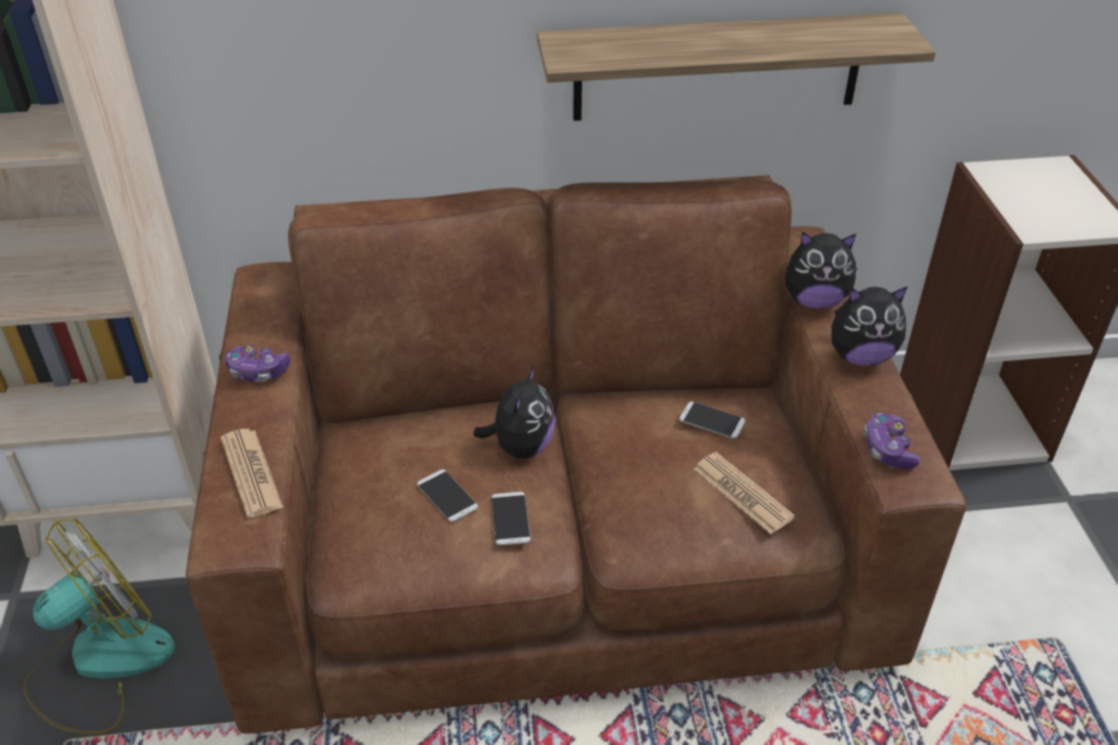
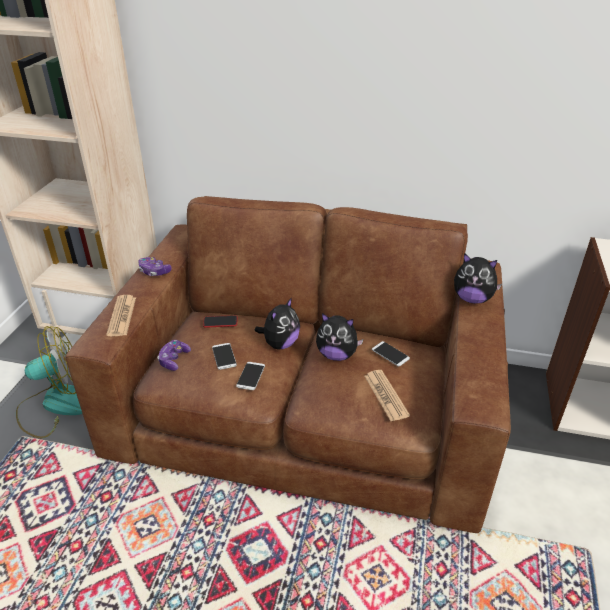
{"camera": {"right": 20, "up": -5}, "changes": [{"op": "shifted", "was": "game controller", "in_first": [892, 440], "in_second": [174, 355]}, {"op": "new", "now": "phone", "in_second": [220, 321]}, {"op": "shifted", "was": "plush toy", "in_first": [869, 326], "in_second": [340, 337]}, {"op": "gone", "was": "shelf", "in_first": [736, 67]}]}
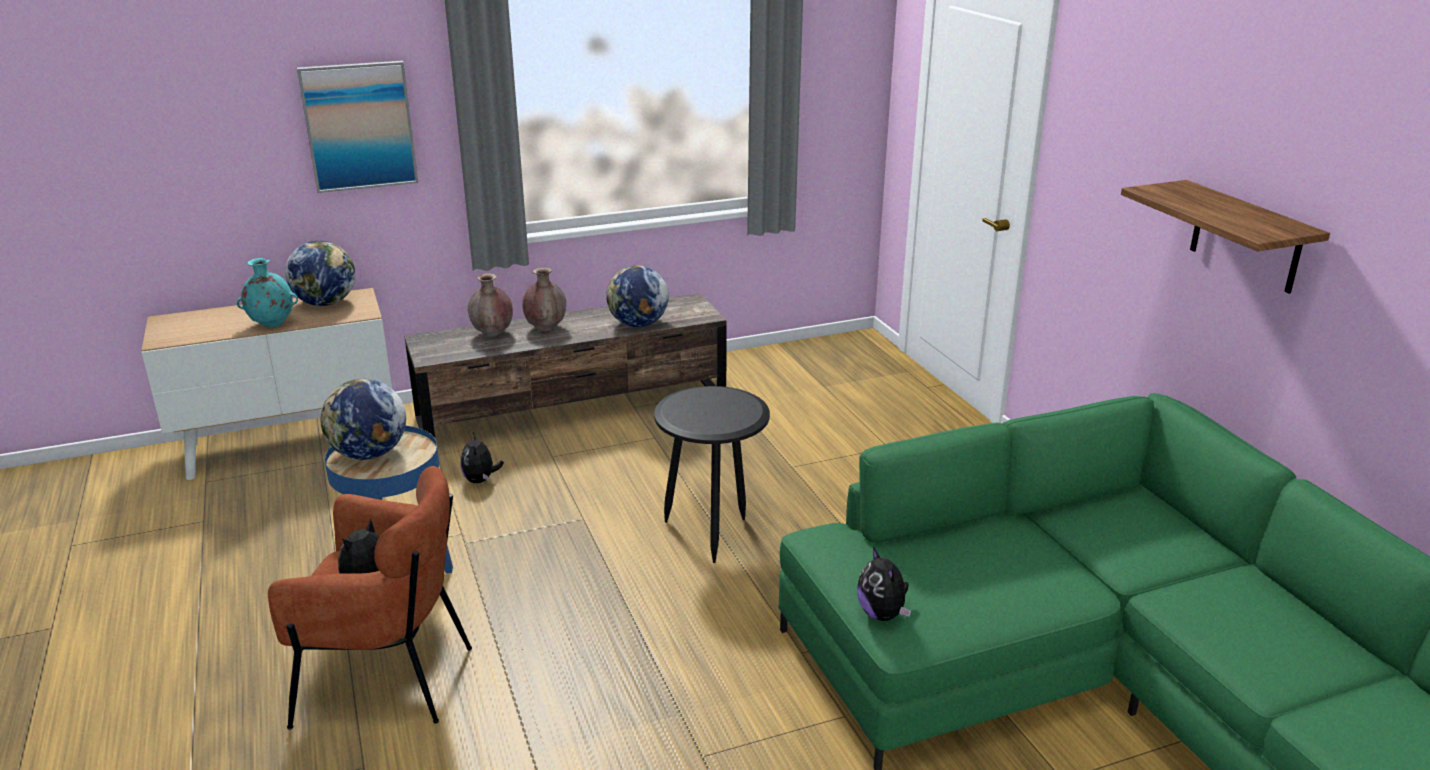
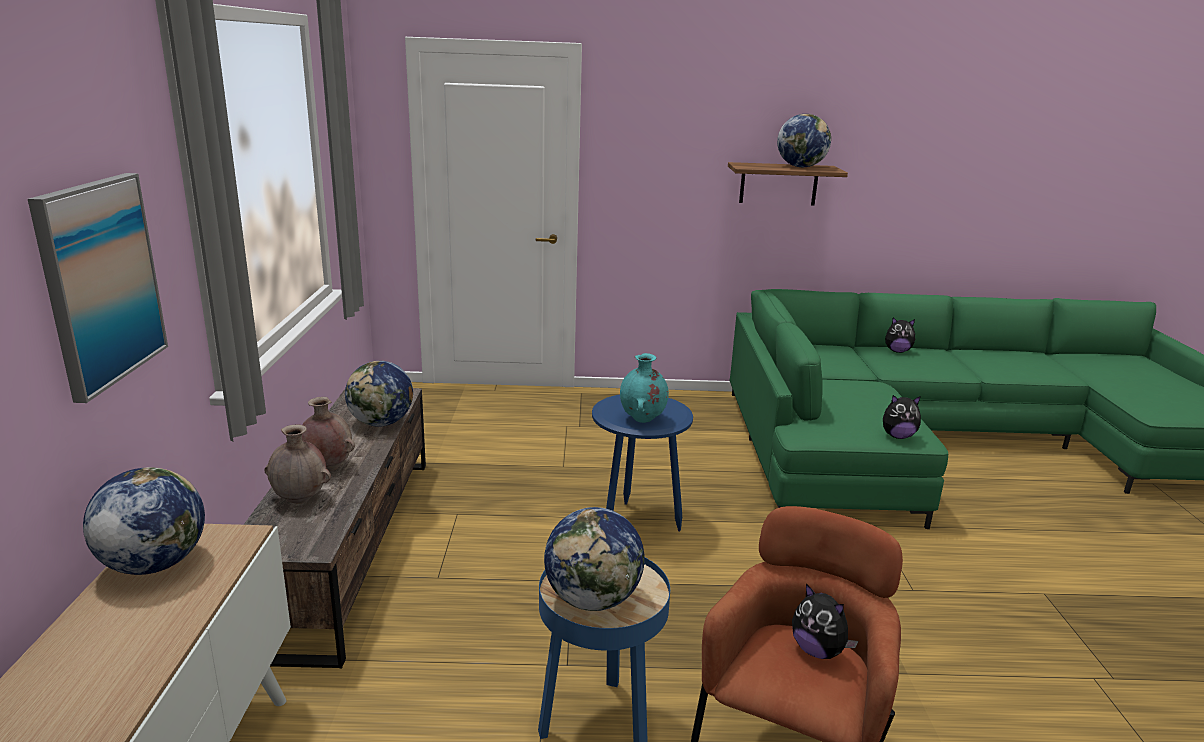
{"camera": {"right": -70, "up": -5}, "changes": [{"op": "repainted", "was": "side table (black)", "now": "side table (blue)", "in_first": [712, 474], "in_second": [642, 463]}, {"op": "shifted", "was": "vase (turquoise)", "in_first": [267, 293], "in_second": [644, 388]}, {"op": "new", "now": "globe", "in_second": [804, 140]}, {"op": "shifted", "was": "plush toy", "in_first": [482, 458], "in_second": [900, 335]}]}
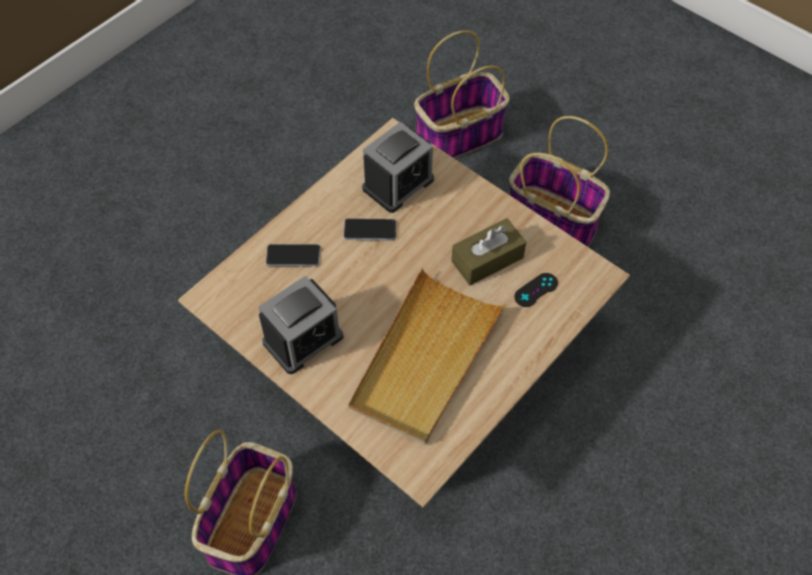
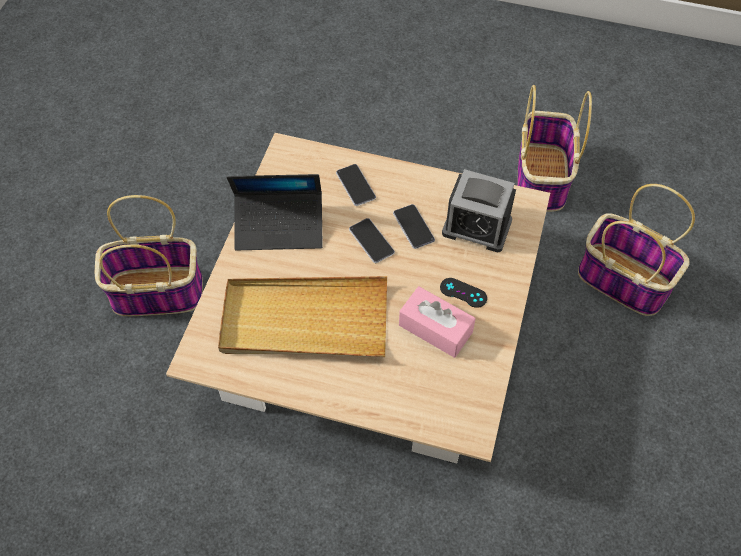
{"camera": {"right": 65, "up": 0}, "changes": [{"op": "swapped", "was": "alarm clock", "now": "laptop", "in_first": [300, 324], "in_second": [275, 212]}, {"op": "new", "now": "phone", "in_second": [372, 240]}, {"op": "repainted", "was": "tissue box (brown)", "now": "tissue box (pink)", "in_first": [488, 251], "in_second": [437, 322]}, {"op": "shifted", "was": "game controller (black)", "in_first": [536, 290], "in_second": [463, 293]}, {"op": "shifted", "was": "basket", "in_first": [559, 181], "in_second": [554, 148]}]}
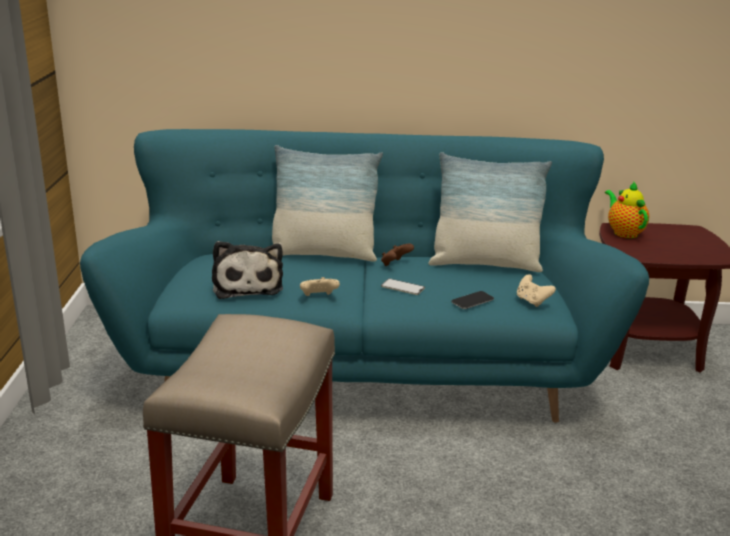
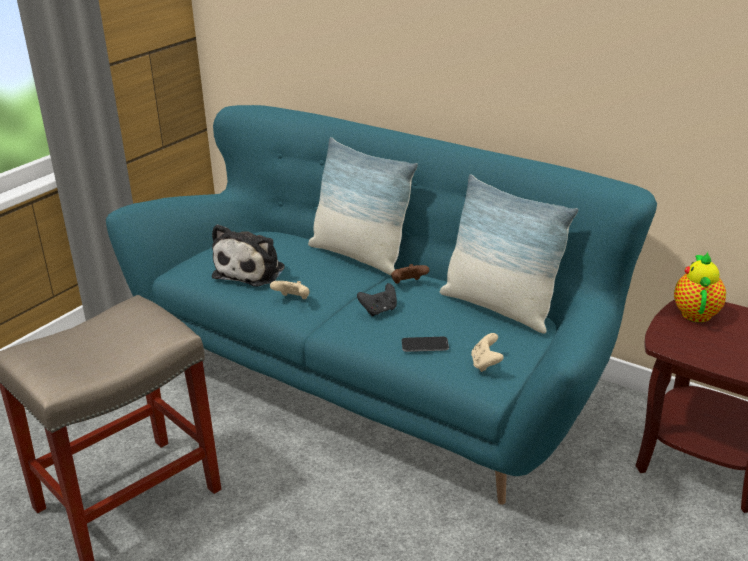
{"camera": {"right": 35, "up": 5}, "changes": [{"op": "swapped", "was": "phone", "now": "game controller (black)", "in_first": [403, 287], "in_second": [377, 300]}]}
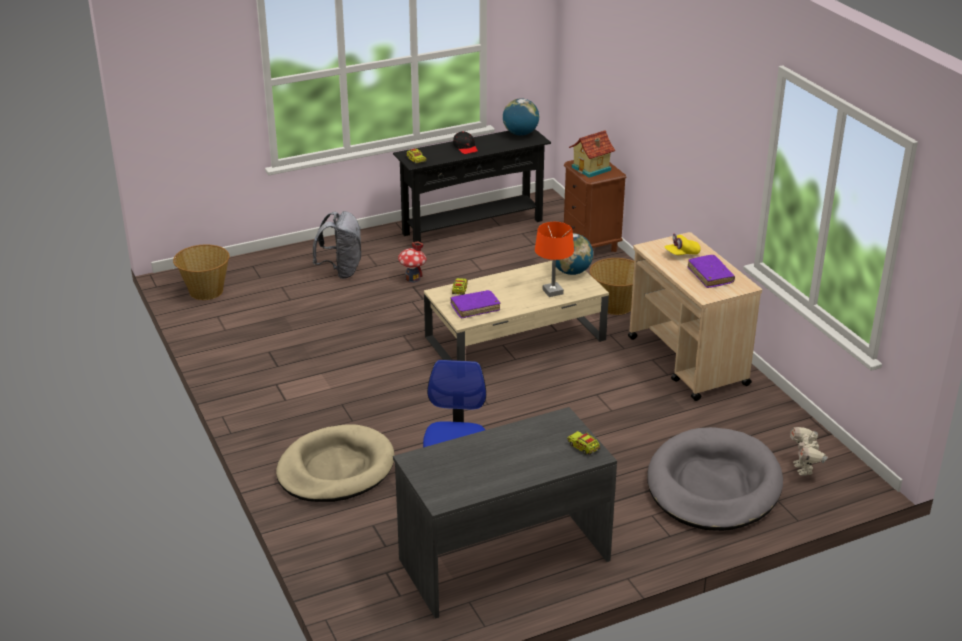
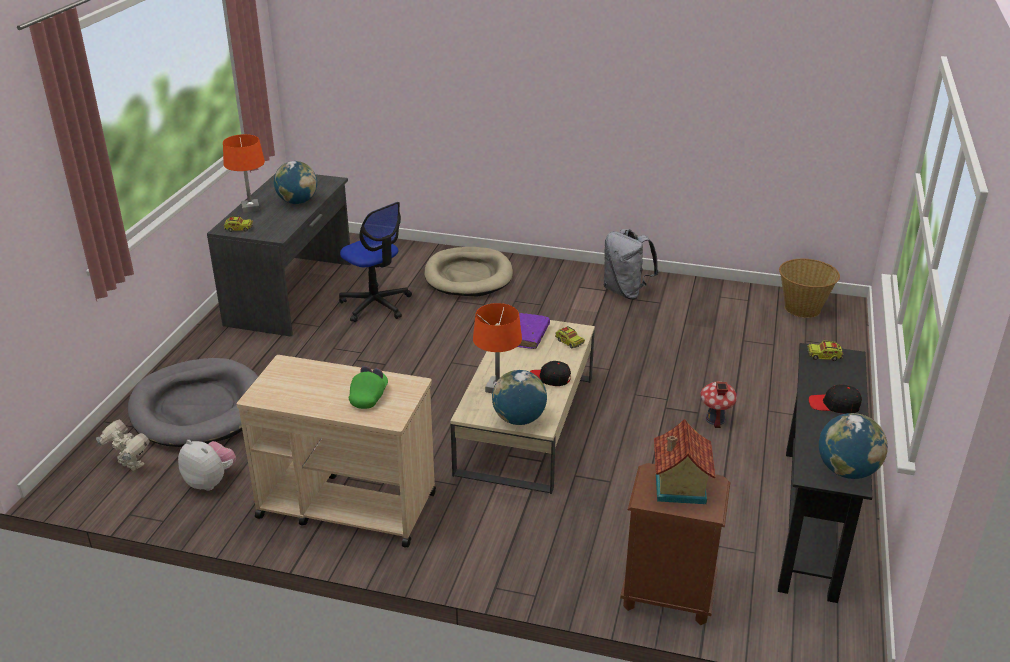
{"camera": {"right": 130, "up": 0}, "changes": [{"op": "new", "now": "plush toy", "in_second": [207, 465]}, {"op": "new", "now": "table lamp (orange)", "in_second": [244, 173]}, {"op": "new", "now": "globe", "in_second": [295, 182]}, {"op": "repainted", "was": "cap (yellow)", "now": "cap (green)", "in_first": [683, 244], "in_second": [368, 387]}, {"op": "new", "now": "cap (black)", "in_second": [550, 373]}, {"op": "shifted", "was": "backpack (grey)", "in_first": [336, 245], "in_second": [631, 264]}, {"op": "gone", "was": "basket", "in_first": [612, 286]}, {"op": "gone", "was": "book (purple)", "in_first": [711, 271]}]}
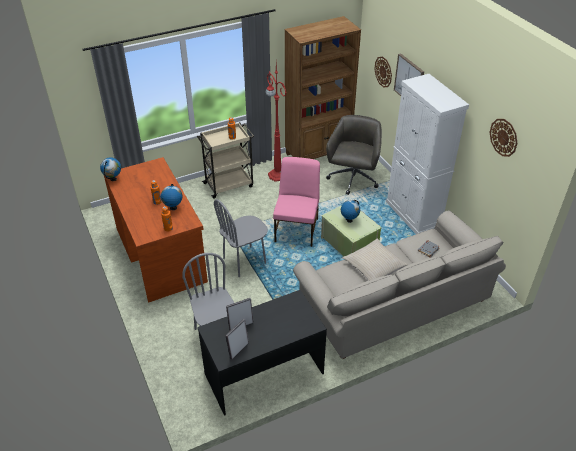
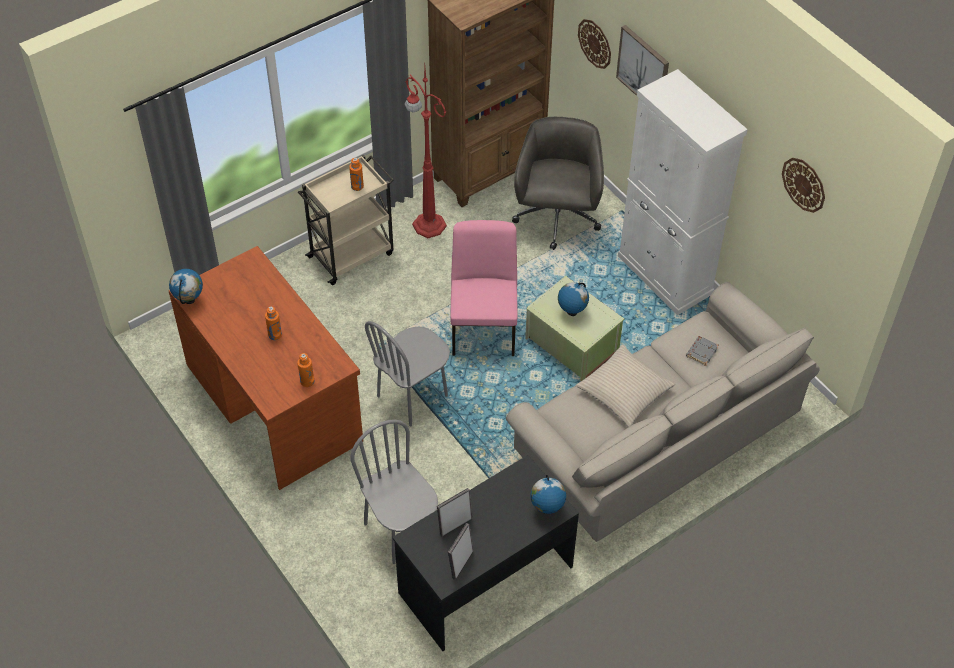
{"camera": {"right": -10, "up": 10}, "changes": [{"op": "shifted", "was": "globe", "in_first": [172, 197], "in_second": [548, 494]}]}
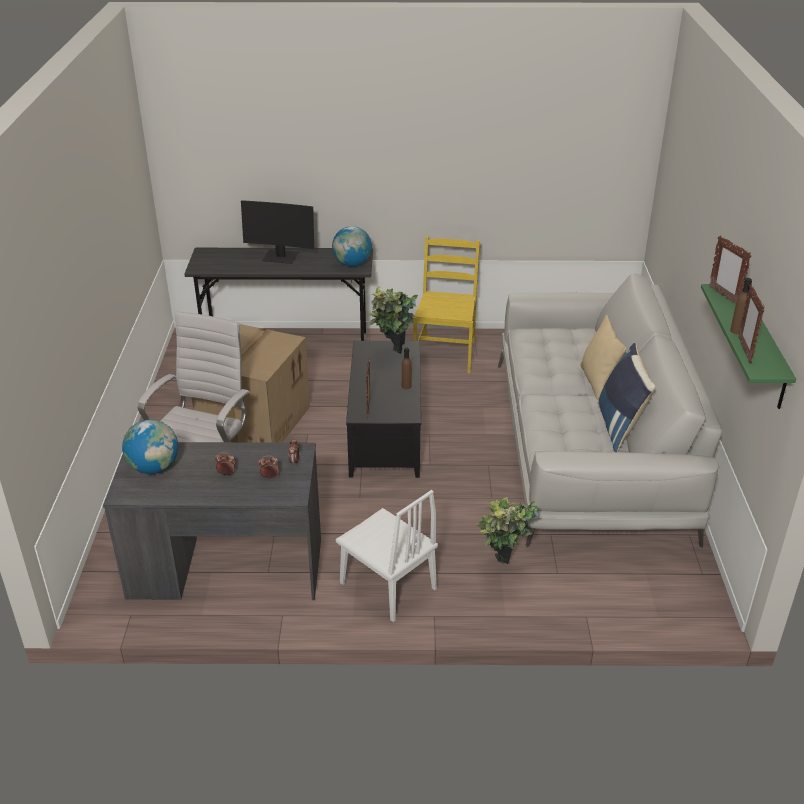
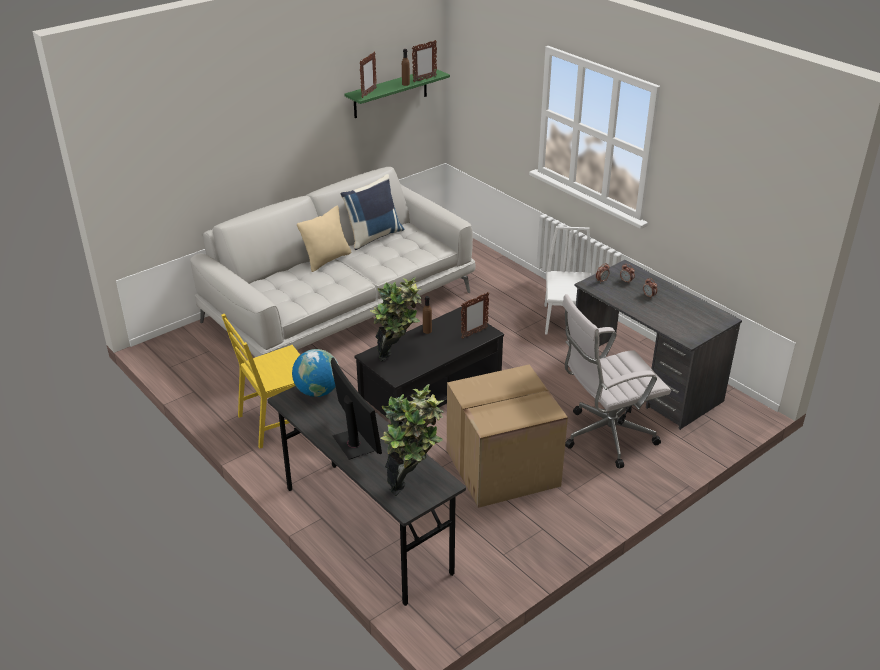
{"camera": {"right": -130, "up": 0}, "changes": [{"op": "shifted", "was": "potted plant", "in_first": [507, 530], "in_second": [412, 440]}, {"op": "gone", "was": "globe", "in_first": [150, 447]}]}
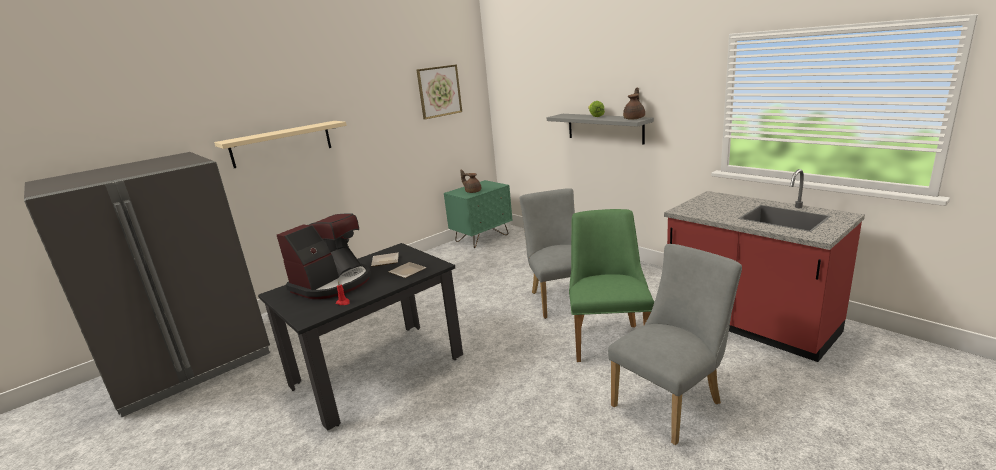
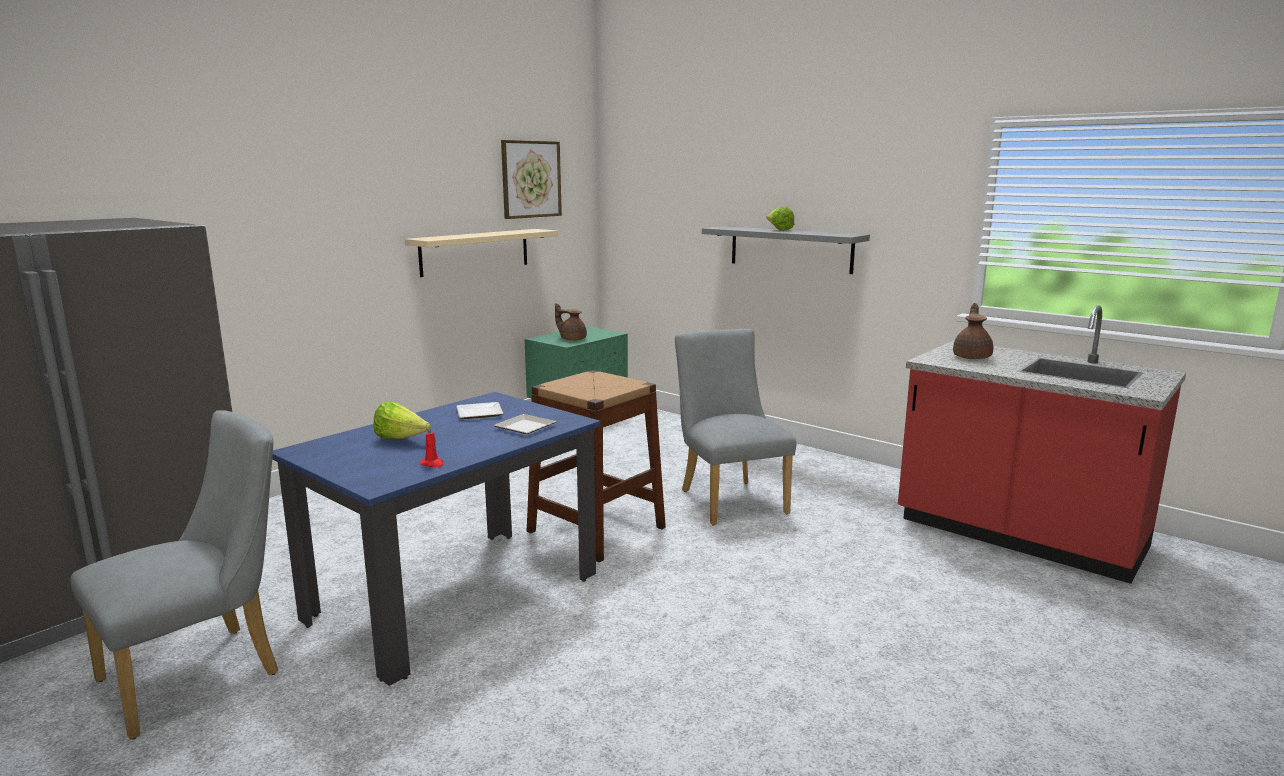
{"camera": {"right": -10, "up": -5}, "changes": [{"op": "shifted", "was": "chair (grey)", "in_first": [675, 344], "in_second": [174, 575]}, {"op": "repainted", "was": "dining table (black)", "now": "dining table (blue)", "in_first": [360, 337], "in_second": [436, 539]}, {"op": "swapped", "was": "coffee machine", "now": "lettuce", "in_first": [324, 256], "in_second": [402, 420]}, {"op": "shifted", "was": "shelf (beige)", "in_first": [280, 144], "in_second": [481, 253]}, {"op": "new", "now": "stool (brown)", "in_second": [596, 466]}, {"op": "shifted", "was": "teapot (brown)", "in_first": [634, 104], "in_second": [973, 331]}, {"op": "gone", "was": "chair (green)", "in_first": [611, 285]}]}
